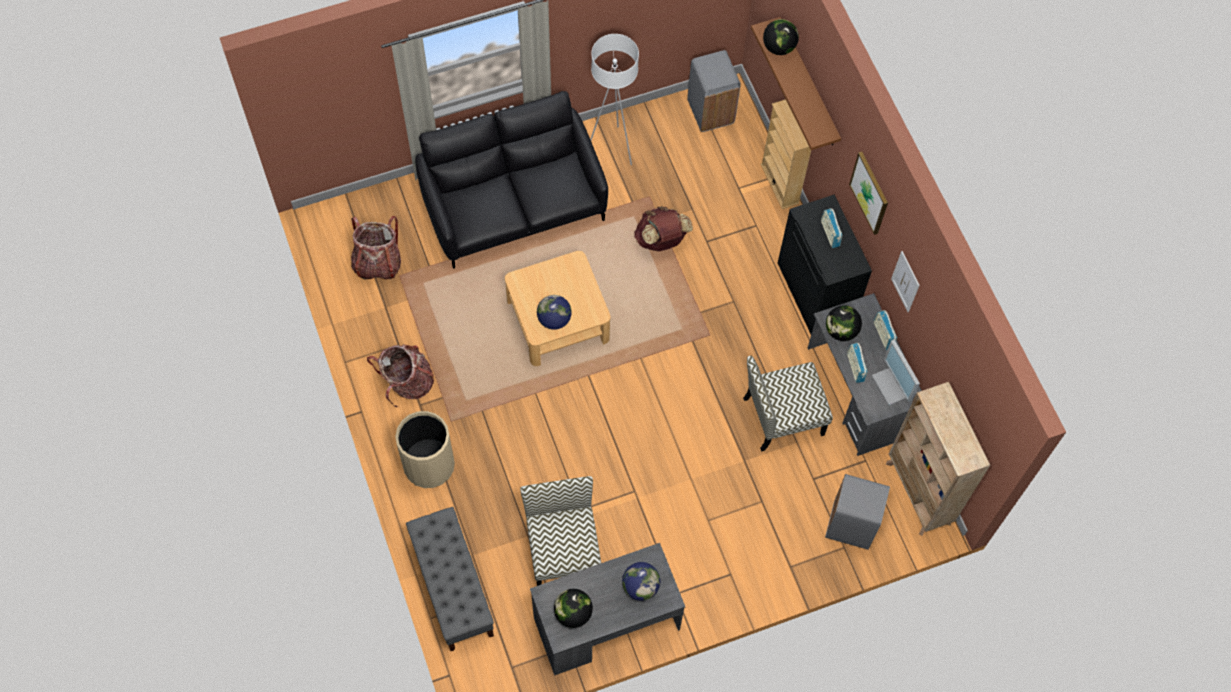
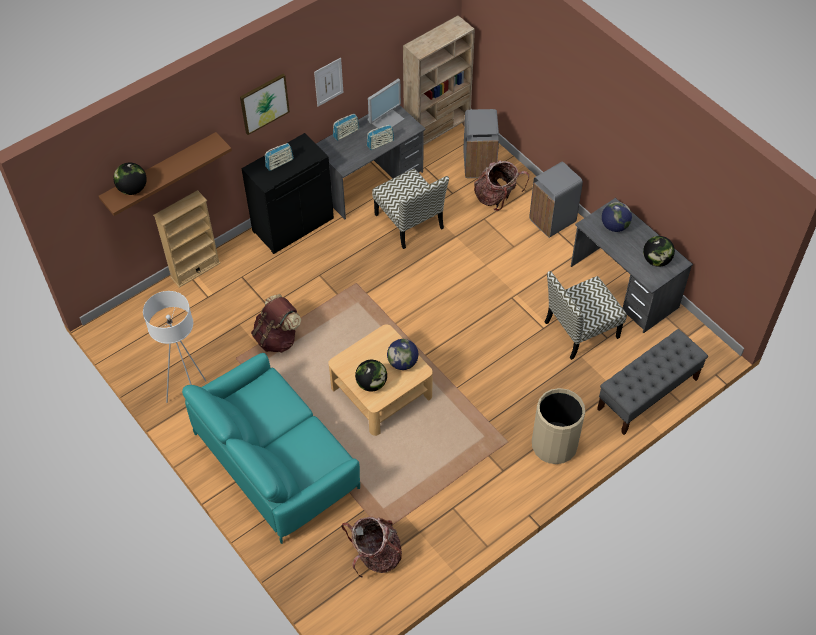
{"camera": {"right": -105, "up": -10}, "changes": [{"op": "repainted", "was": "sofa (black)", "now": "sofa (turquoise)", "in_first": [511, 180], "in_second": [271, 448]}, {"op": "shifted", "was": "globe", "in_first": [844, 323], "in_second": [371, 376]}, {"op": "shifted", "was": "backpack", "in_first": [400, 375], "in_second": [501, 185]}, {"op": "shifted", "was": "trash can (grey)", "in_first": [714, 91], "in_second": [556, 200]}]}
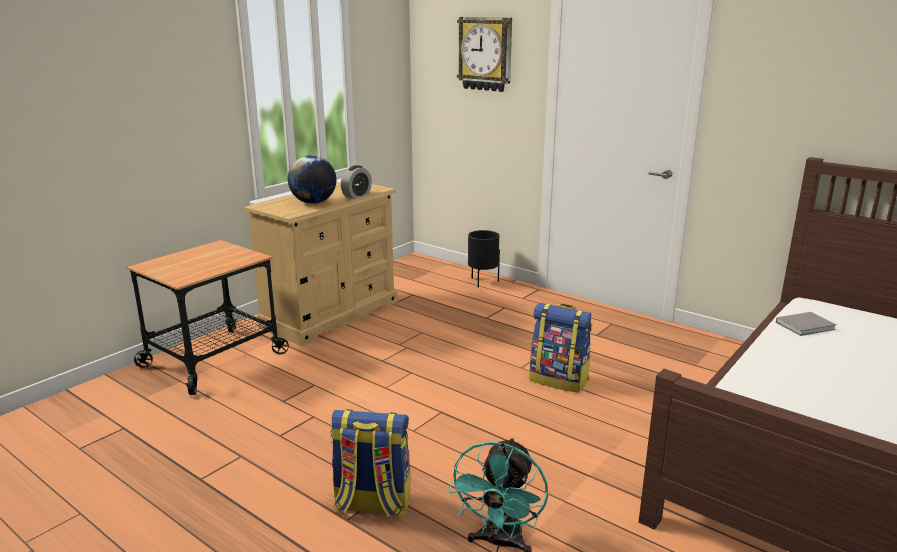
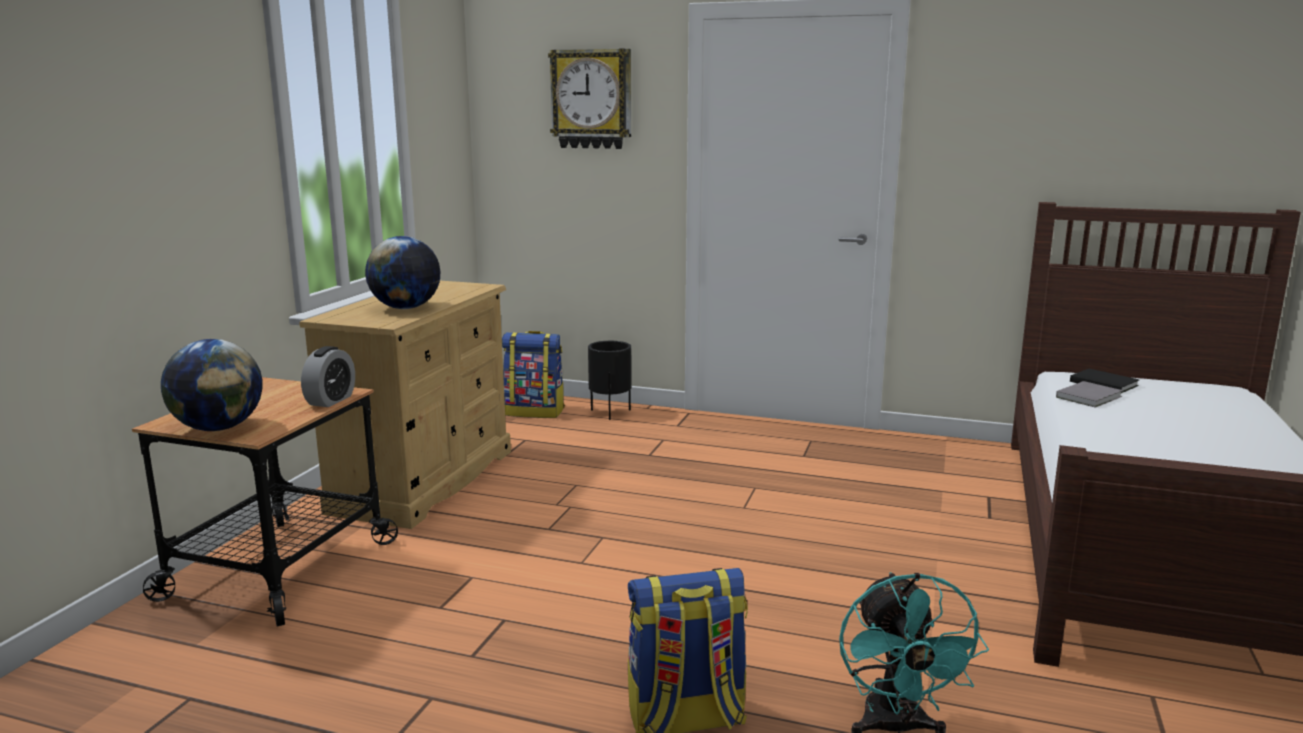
{"camera": {"right": -20, "up": -5}, "changes": [{"op": "new", "now": "globe", "in_second": [212, 385]}, {"op": "shifted", "was": "alarm clock", "in_first": [356, 182], "in_second": [328, 376]}, {"op": "shifted", "was": "backpack", "in_first": [561, 348], "in_second": [533, 374]}, {"op": "new", "now": "book (black)", "in_second": [1104, 381]}]}
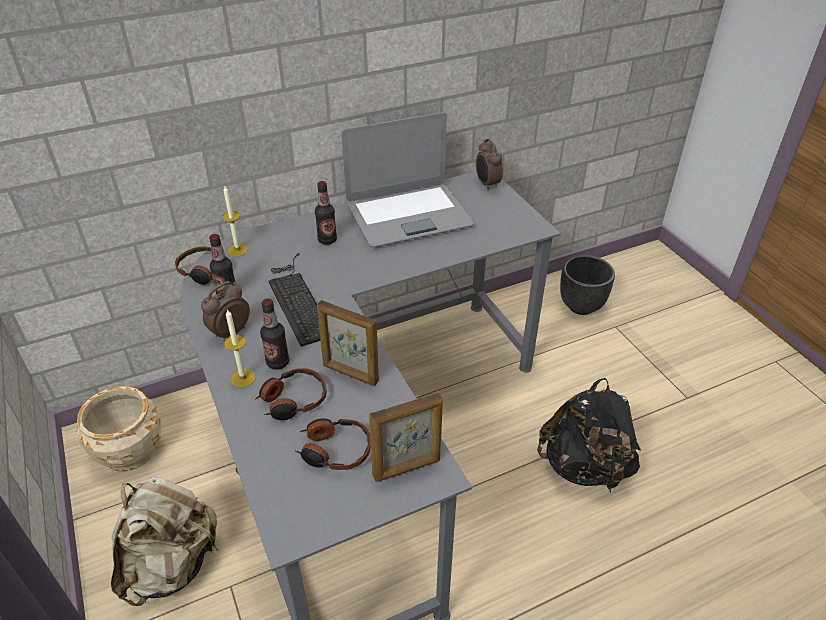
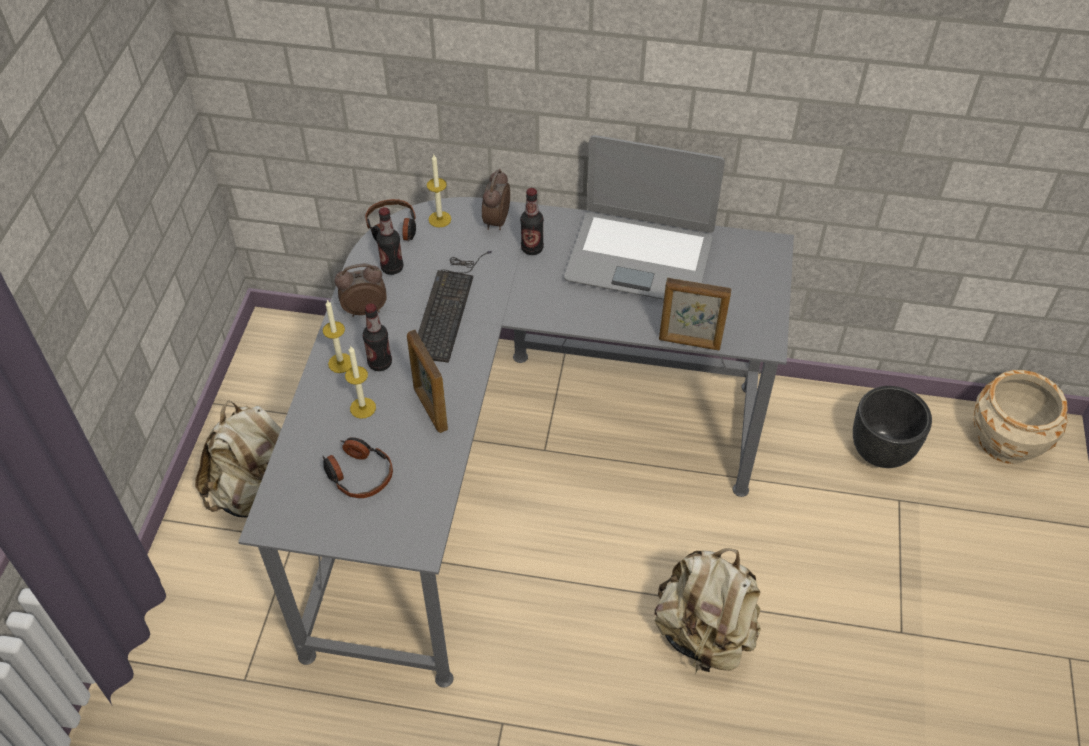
{"camera": {"right": 35, "up": 10}, "changes": [{"op": "swapped", "was": "headphones", "now": "candle", "in_first": [291, 394], "in_second": [360, 382]}, {"op": "shifted", "was": "alarm clock", "in_first": [489, 164], "in_second": [496, 199]}, {"op": "repainted", "was": "backpack (black)", "now": "backpack (beige)", "in_first": [589, 435], "in_second": [708, 610]}, {"op": "shifted", "was": "picture frame", "in_first": [406, 437], "in_second": [695, 314]}, {"op": "shifted", "was": "planter (beige)", "in_first": [119, 429], "in_second": [1020, 417]}]}
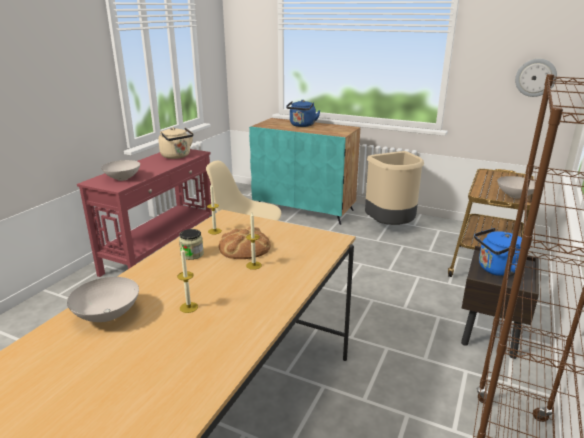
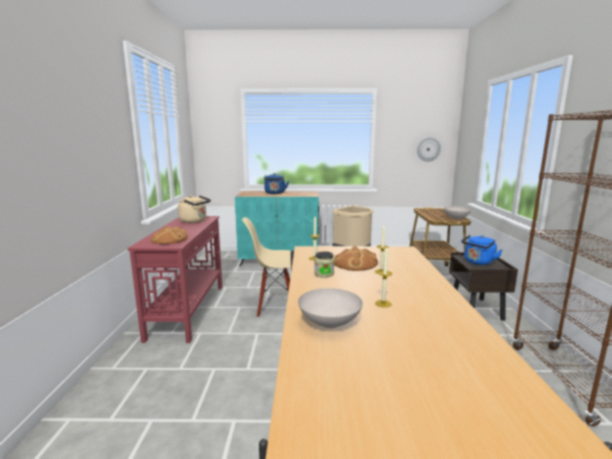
{"camera": {"right": -25, "up": -10}, "changes": [{"op": "swapped", "was": "bowl (white)", "now": "bread", "in_first": [120, 170], "in_second": [169, 235]}]}
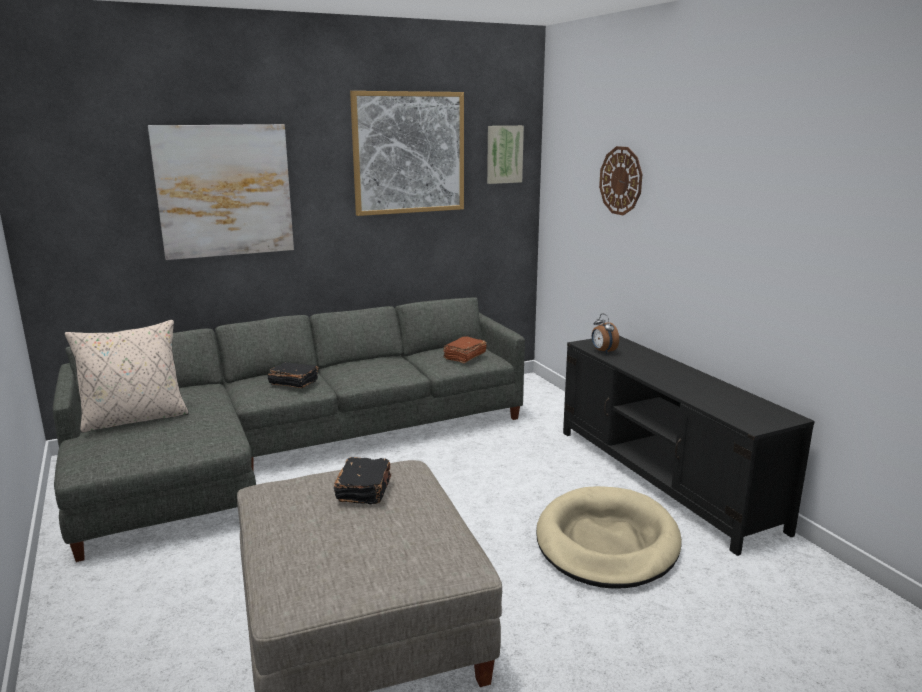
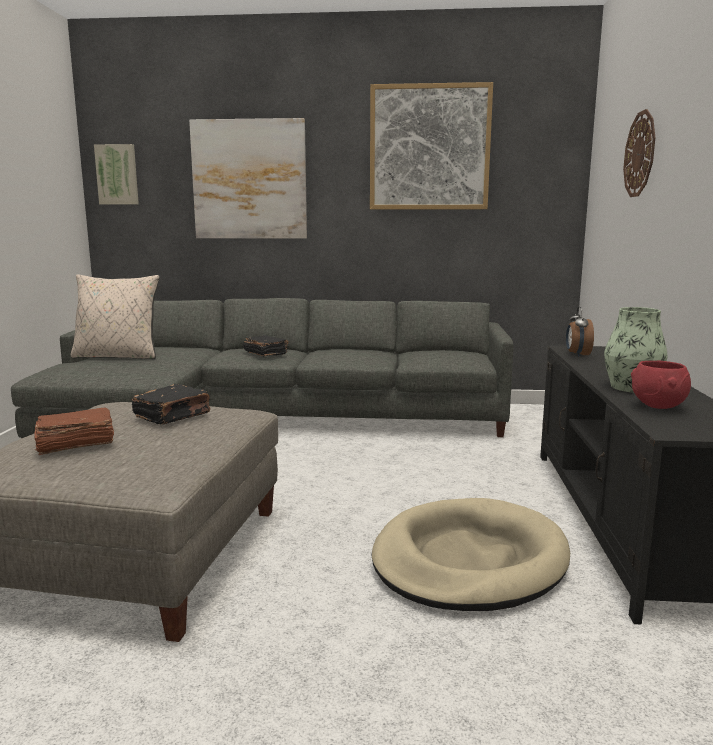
{"camera": {"right": 30, "up": -5}, "changes": [{"op": "shifted", "was": "book (brown)", "in_first": [465, 349], "in_second": [74, 431]}, {"op": "shifted", "was": "picture", "in_first": [505, 155], "in_second": [116, 174]}, {"op": "new", "now": "vase", "in_second": [636, 350]}, {"op": "new", "now": "bowl (red)", "in_second": [661, 385]}]}
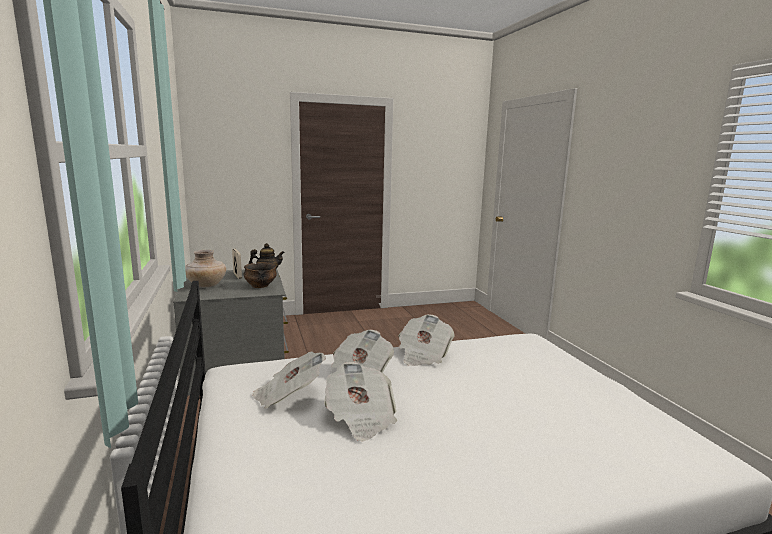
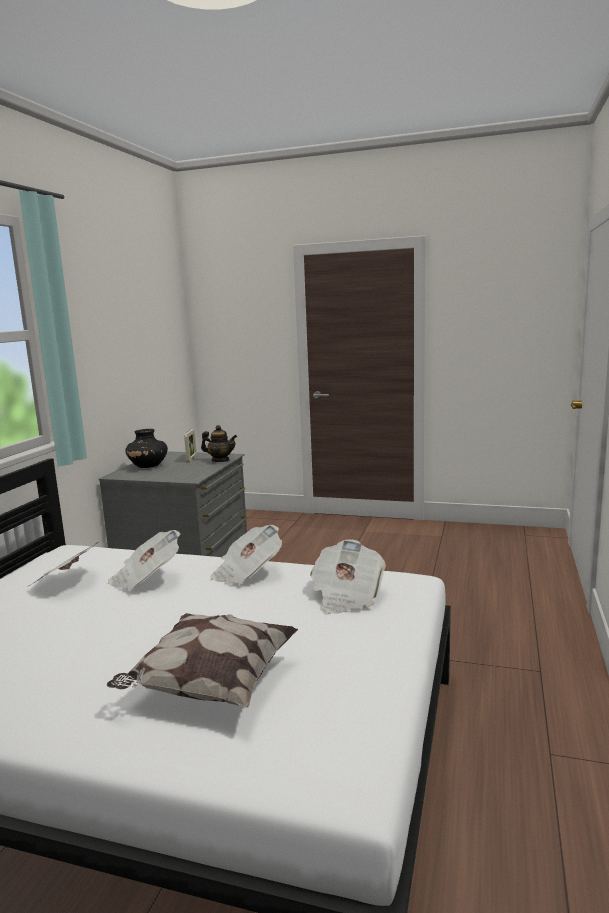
{"camera": {"right": 35, "up": 0}, "changes": [{"op": "new", "now": "pillow", "in_second": [202, 660]}, {"op": "repainted", "was": "vase (beige)", "now": "vase (black)", "in_first": [205, 269], "in_second": [146, 448]}, {"op": "shifted", "was": "newspaper", "in_first": [360, 402], "in_second": [348, 576]}, {"op": "gone", "was": "bowl", "in_first": [260, 275]}]}
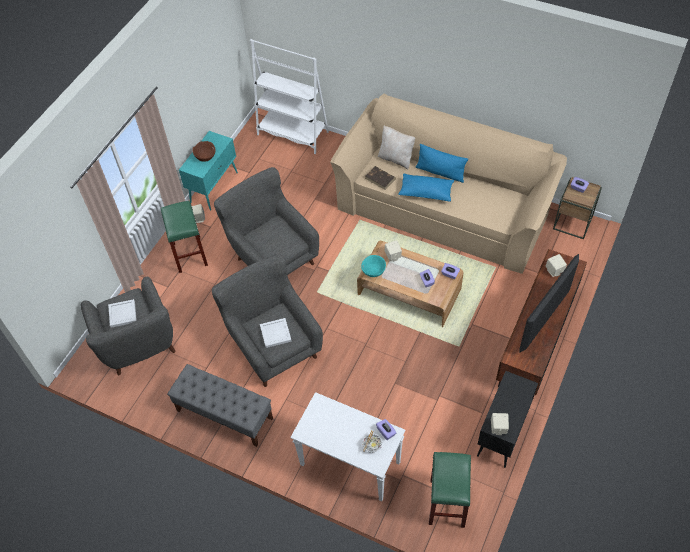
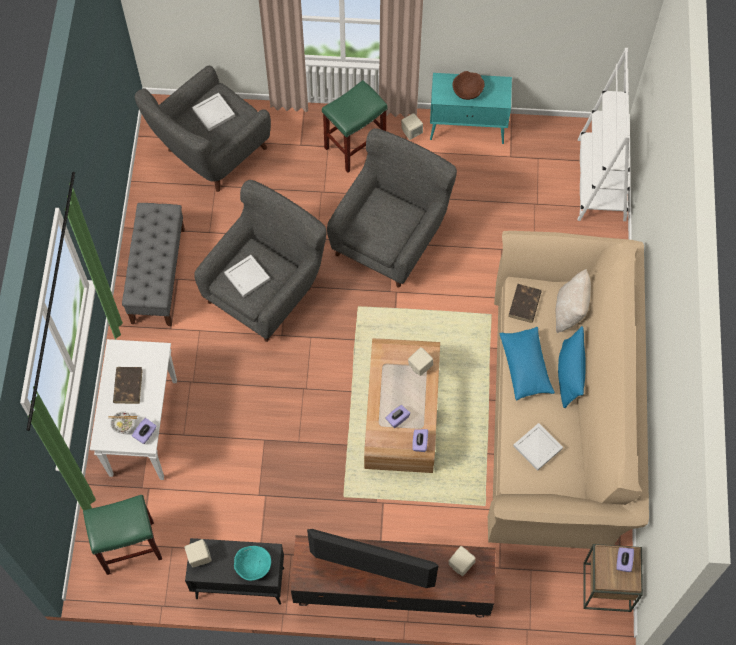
{"camera": {"right": 65, "up": 10}, "changes": [{"op": "new", "now": "book (brown)", "in_second": [128, 385]}, {"op": "shifted", "was": "bowl (turquoise)", "in_first": [373, 266], "in_second": [252, 563]}, {"op": "new", "now": "tray (white)", "in_second": [538, 447]}]}
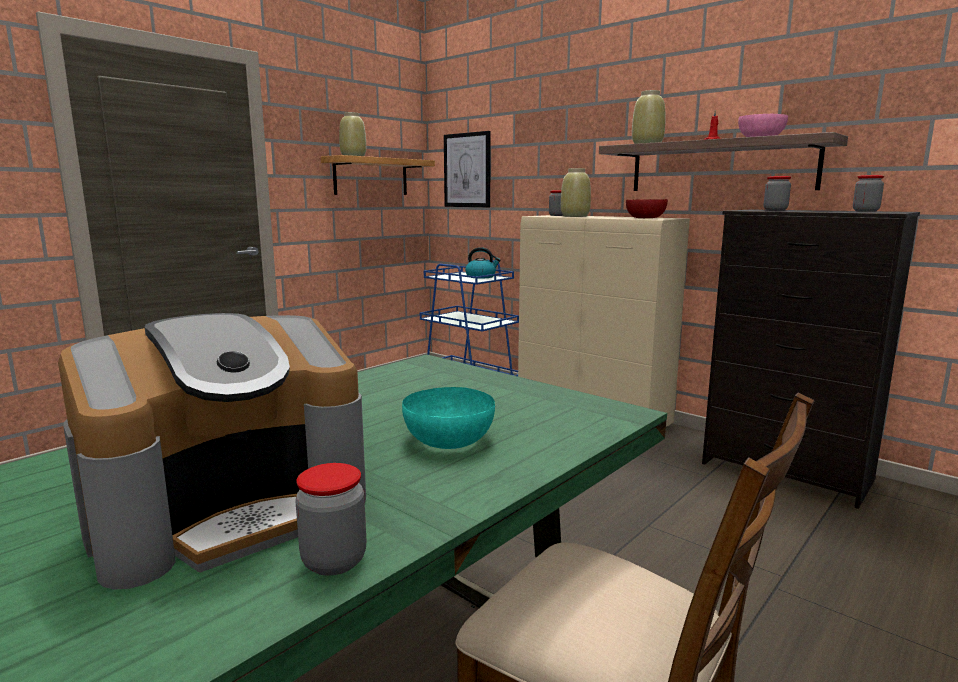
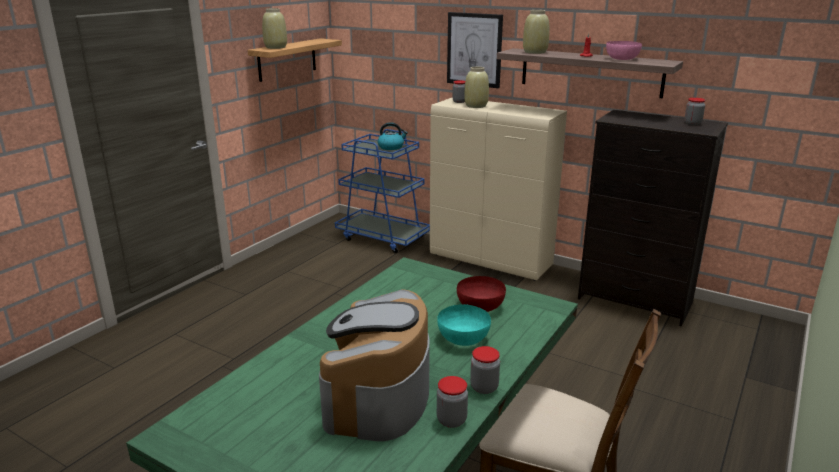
{"camera": {"right": -10, "up": 10}, "changes": [{"op": "rotated", "was": "coffee machine", "in_first": [212, 451], "in_second": [374, 365], "clockwise": 150}, {"op": "shifted", "was": "picture", "in_first": [467, 169], "in_second": [475, 50]}, {"op": "shifted", "was": "bowl (red)", "in_first": [647, 208], "in_second": [481, 294]}, {"op": "shifted", "was": "jar", "in_first": [777, 193], "in_second": [485, 370]}]}
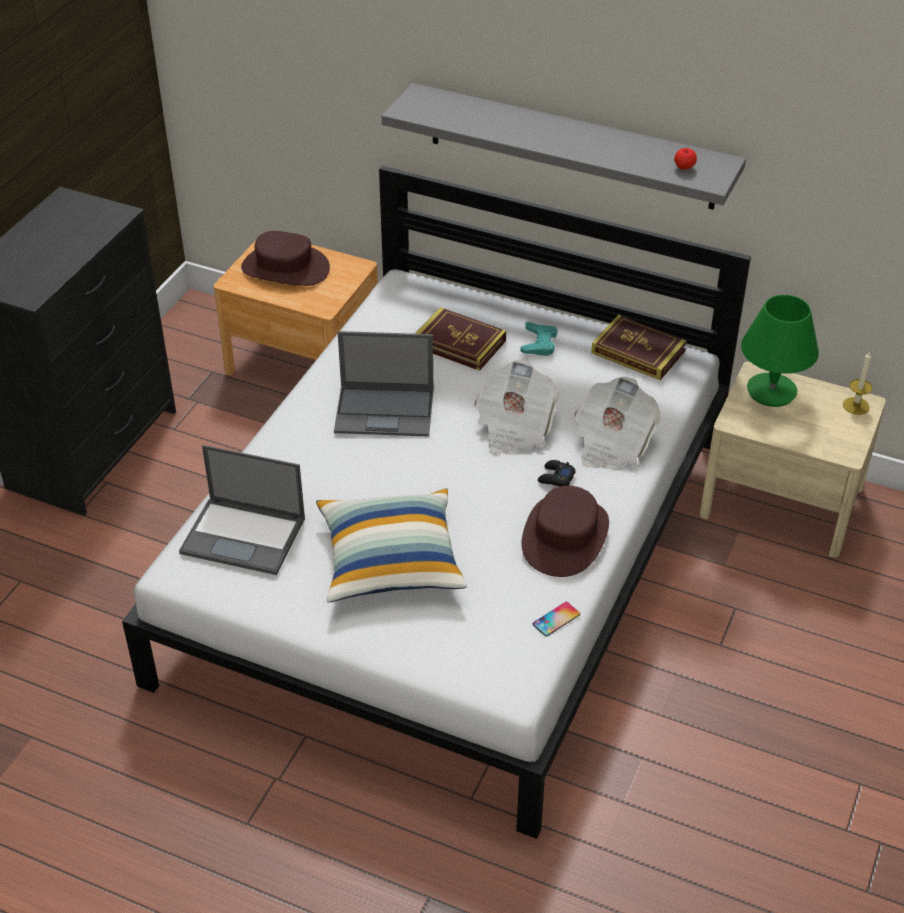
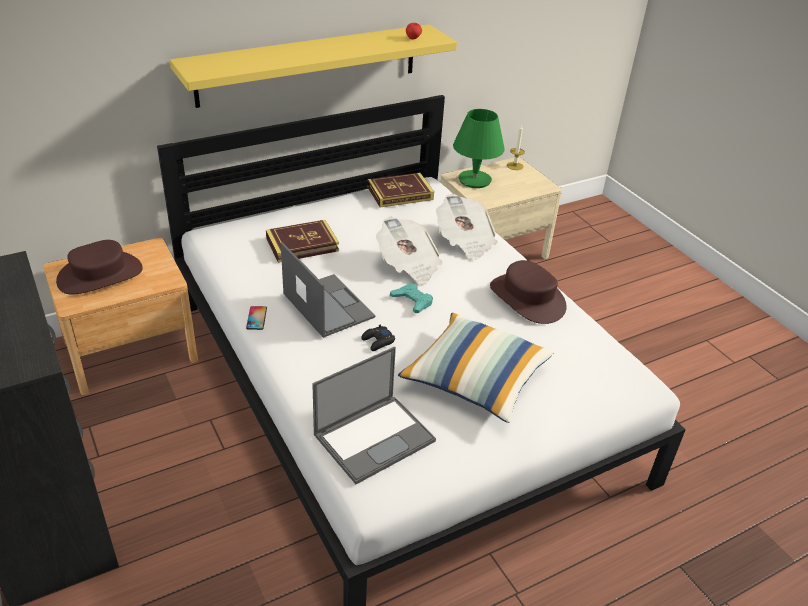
{"camera": {"right": -55, "up": -5}, "changes": [{"op": "repainted", "was": "shelf (grey)", "now": "shelf (yellow)", "in_first": [564, 146], "in_second": [313, 66]}, {"op": "shifted", "was": "phone", "in_first": [556, 619], "in_second": [256, 318]}, {"op": "rotated", "was": "laptop", "in_first": [384, 384], "in_second": [328, 290], "clockwise": -75}, {"op": "shifted", "was": "game controller (black)", "in_first": [557, 473], "in_second": [378, 338]}, {"op": "shifted", "was": "game controller (turquoise)", "in_first": [539, 339], "in_second": [411, 298]}]}
